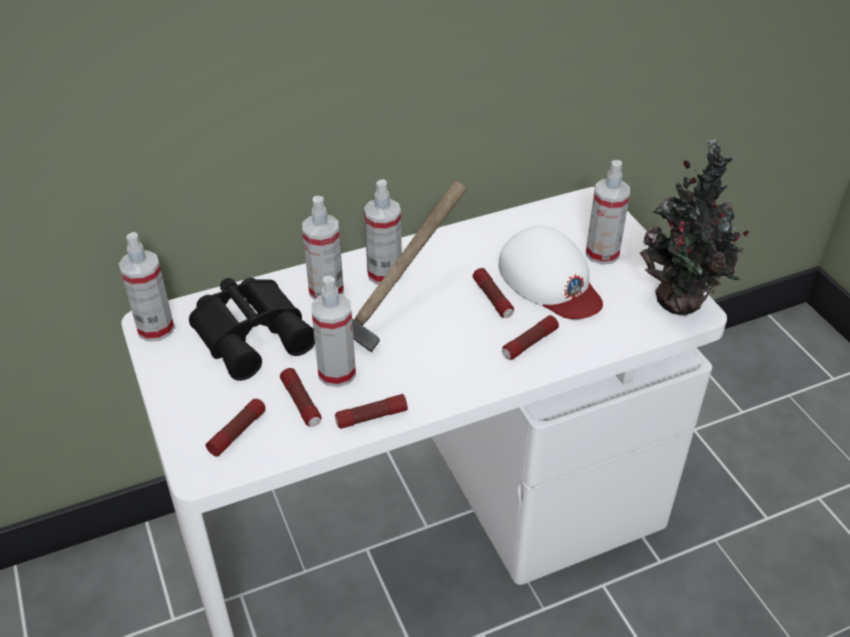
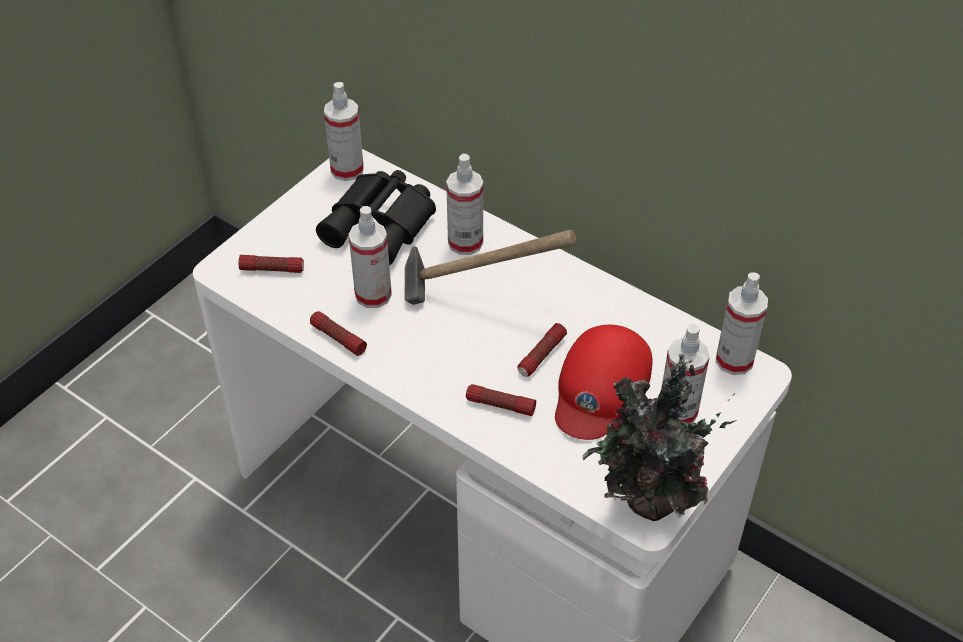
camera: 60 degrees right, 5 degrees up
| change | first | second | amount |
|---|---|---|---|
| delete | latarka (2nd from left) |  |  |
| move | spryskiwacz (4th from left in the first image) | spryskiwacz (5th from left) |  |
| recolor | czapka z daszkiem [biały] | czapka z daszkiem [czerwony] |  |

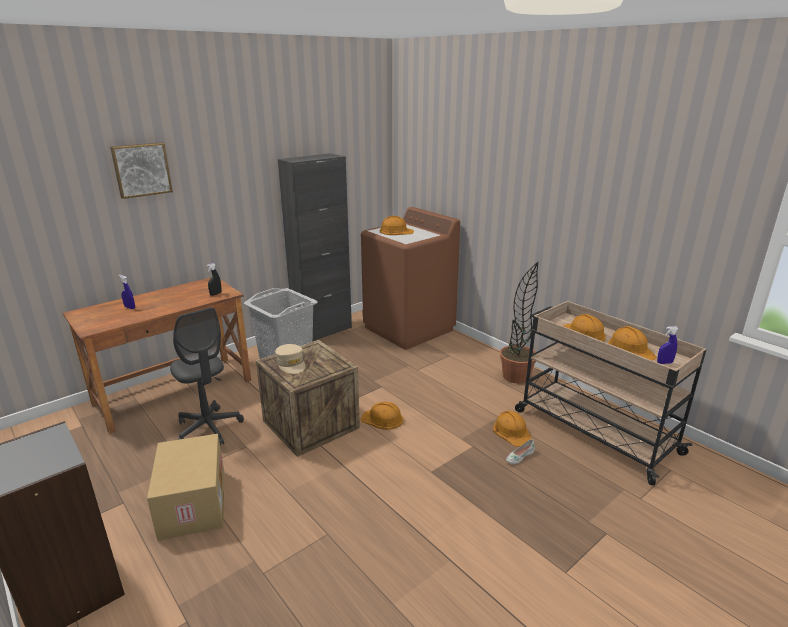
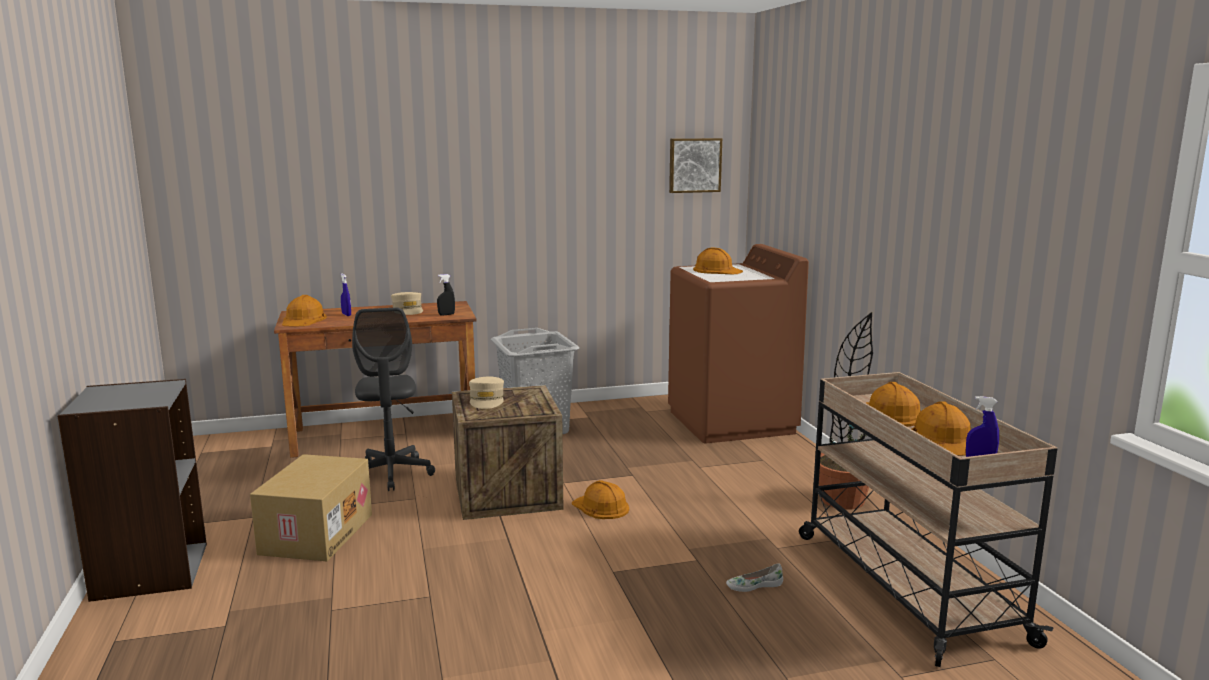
camera: 25 degrees right, 10 degrees down
| change | first | second | amount |
|---|---|---|---|
| delete | szafka [czarny] |  |  |
| insert |  | czapka z daszkiem [beżowy] (1st from left) |  |
| move | obraz |  |  |
| move | kask [pomarańczowy] (3rd from left in the first image) | kask [pomarańczowy] (1st from left) |  |

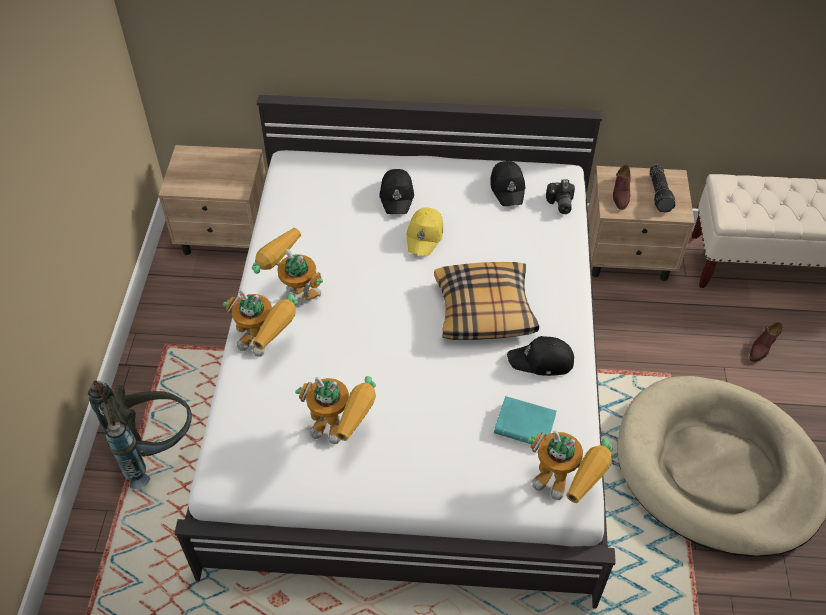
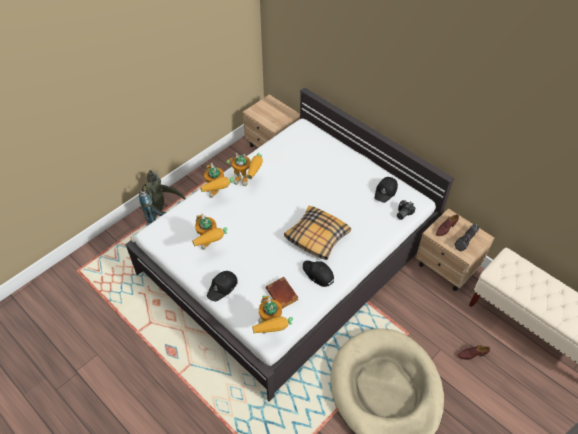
camera: 40 degrees right, 0 degrees up
| change | first | second | amount |
|---|---|---|---|
| delete | czapka z daszkiem [żółty] |  |  |
| move | czapka z daszkiem [czarny] (1st from left) |  |  |
| recolor | książka [turkusowy] | książka [brązowy] |  |
| rotate | robot zabawkowy (2nd from left in the first image) | robot zabawkowy (3rd from left) | 120 degrees clockwise |

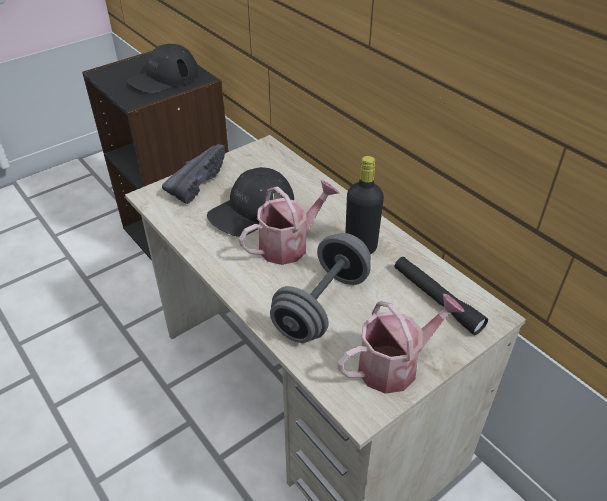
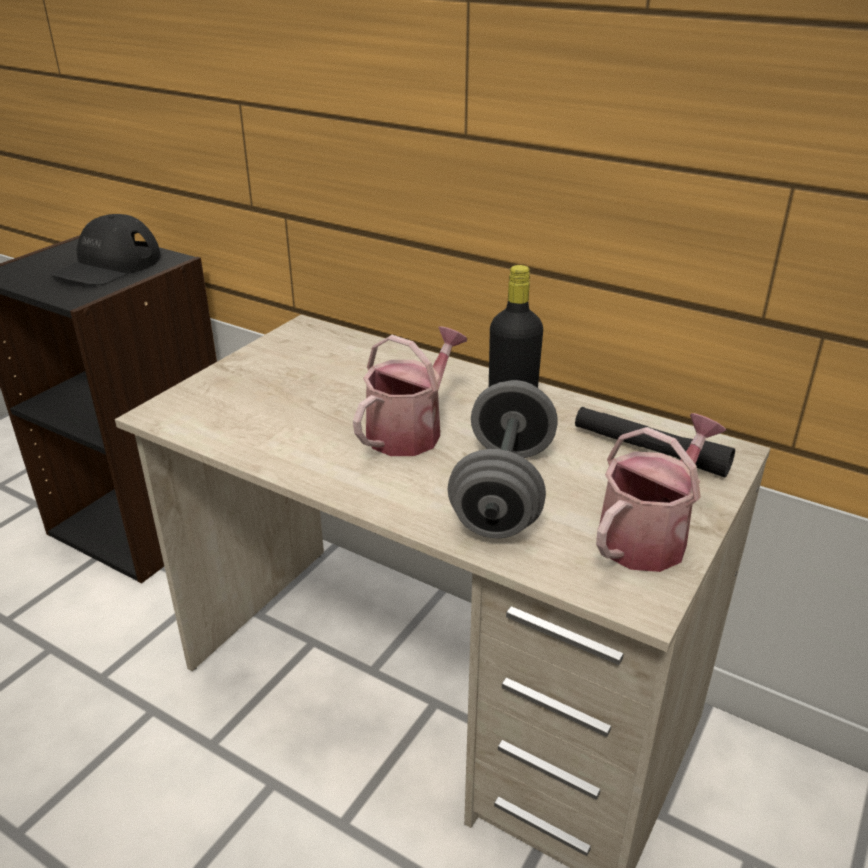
camera: 20 degrees left, 10 degrees down
| change | first | second | amount |
|---|---|---|---|
| delete | but [czarny] |  |  |
| delete | czapka z daszkiem [czarny] (2nd from left) |  |  |

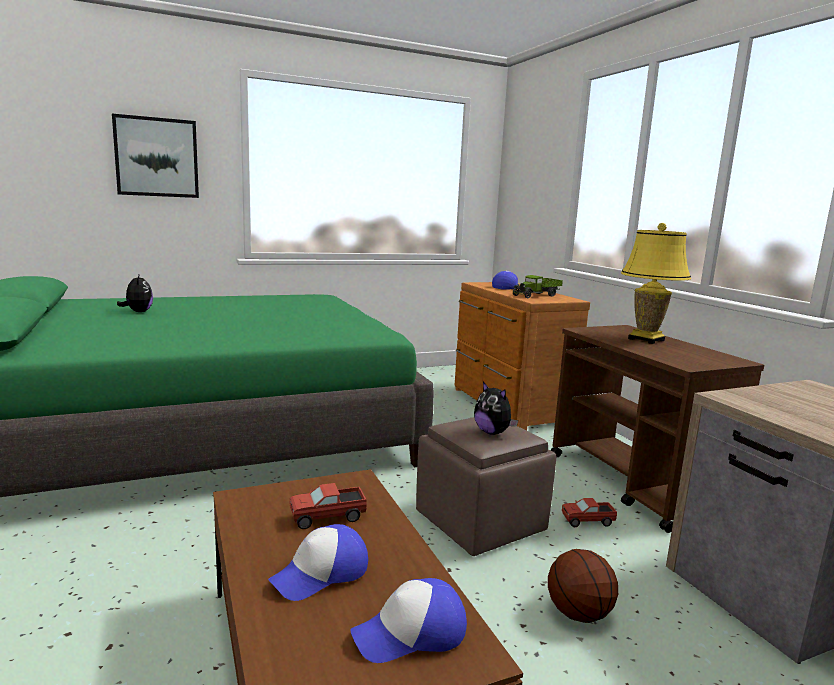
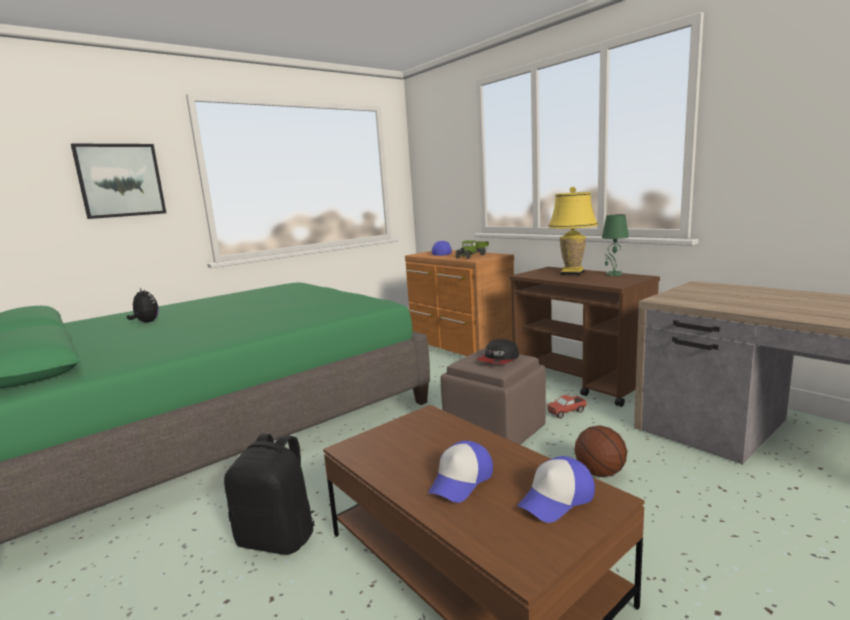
camera: 15 degrees left, 0 degrees up
| change | first | second | amount |
|---|---|---|---|
| delete | ciężarówka zabawkowa (1st from left) |  |  |
| insert |  | plecak [czarny] |  |
| insert |  | lampa stołowa [zielony] |  |
| replace | pluszak (2nd from left) | czapka z daszkiem (3rd from left) |  |

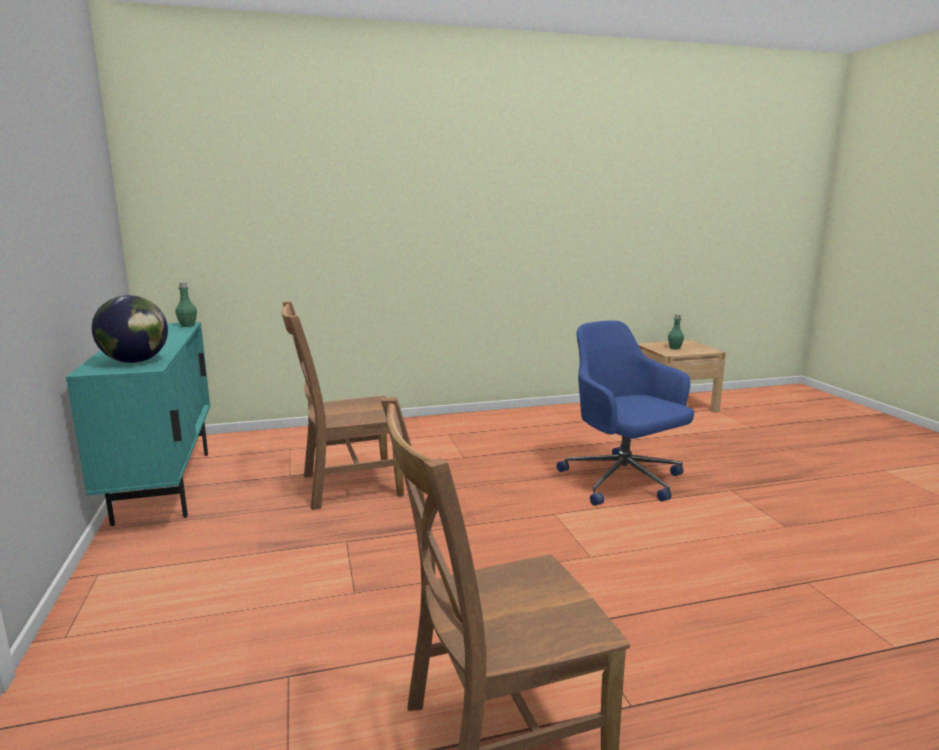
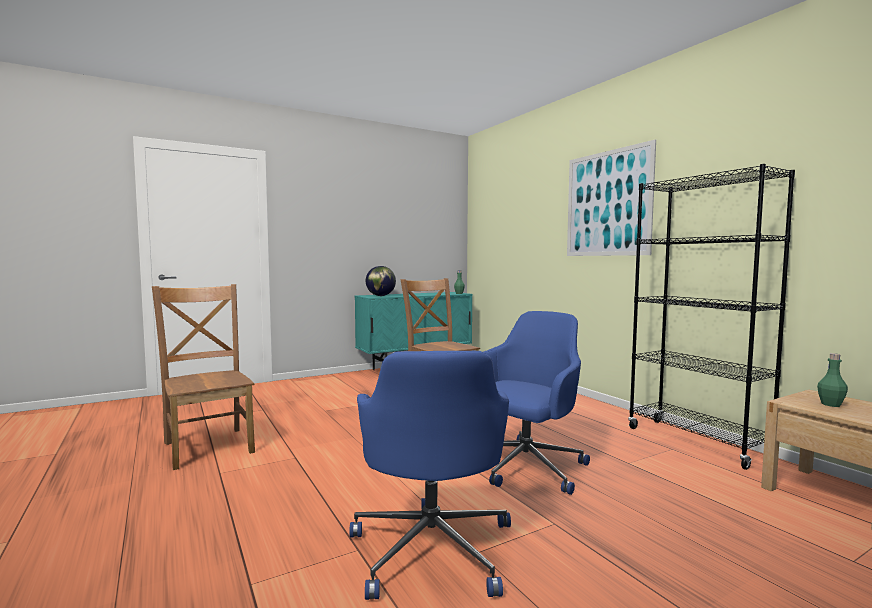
camera: 75 degrees right, 10 degrees down
| change | first | second | amount |
|---|---|---|---|
| insert |  | krzesło biurowe [niebieski] (1st from left) |  |
| insert |  | obraz |  |
| insert |  | regał [czarny] |  |

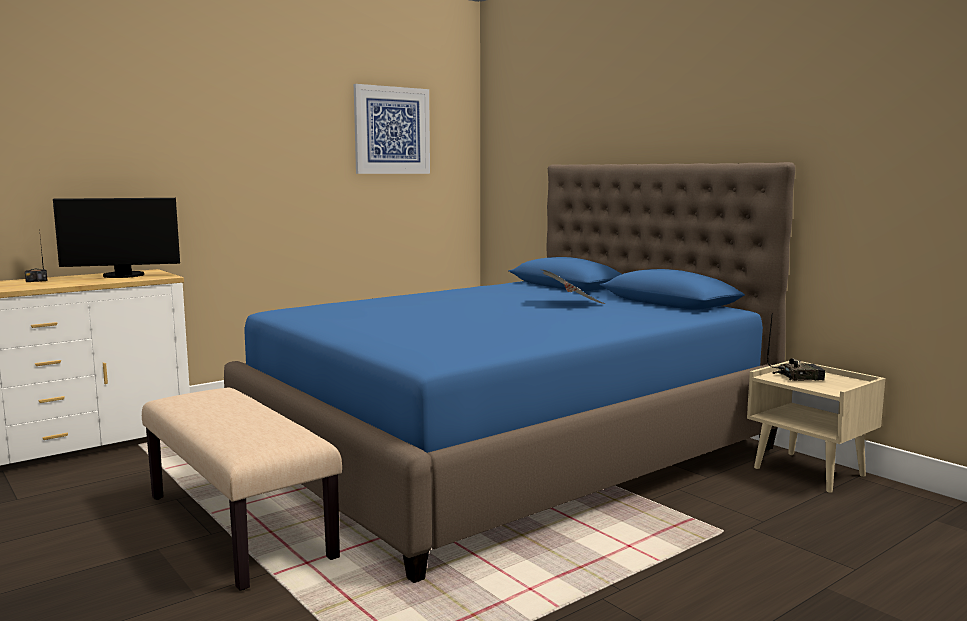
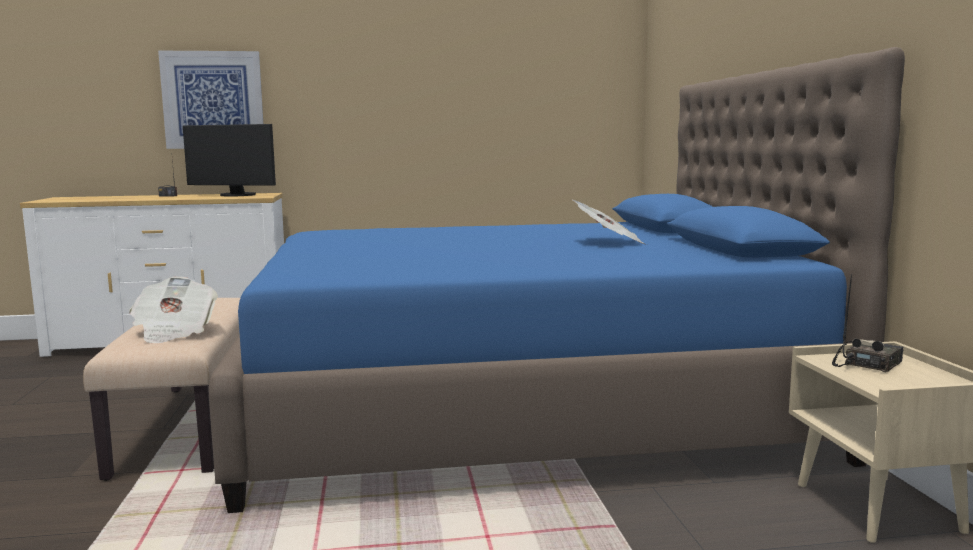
camera: 30 degrees right, 0 degrees up
| change | first | second | amount |
|---|---|---|---|
| insert |  | gazeta (1st from left) |  |
| move | obraz |  |  |
| rotate | radio (2nd from left) |  | 75 degrees counterclockwise |

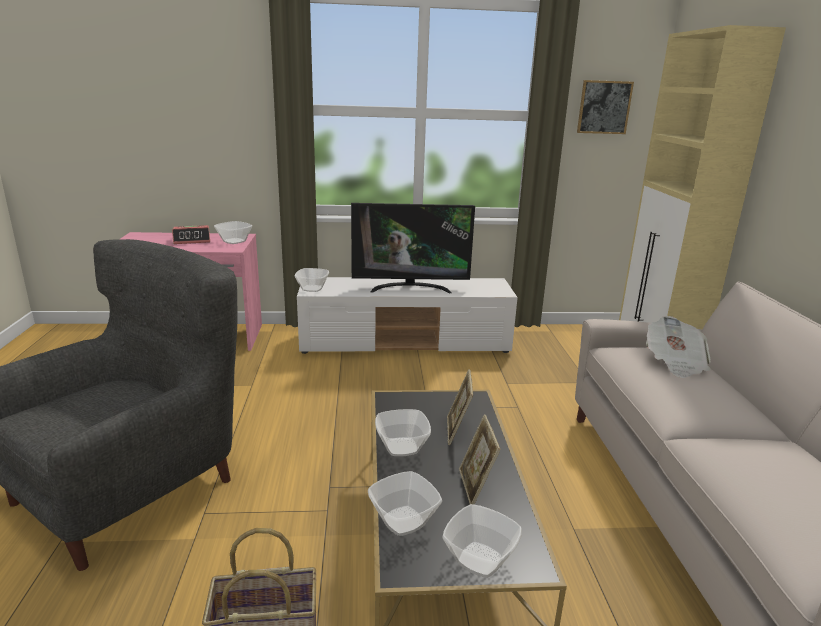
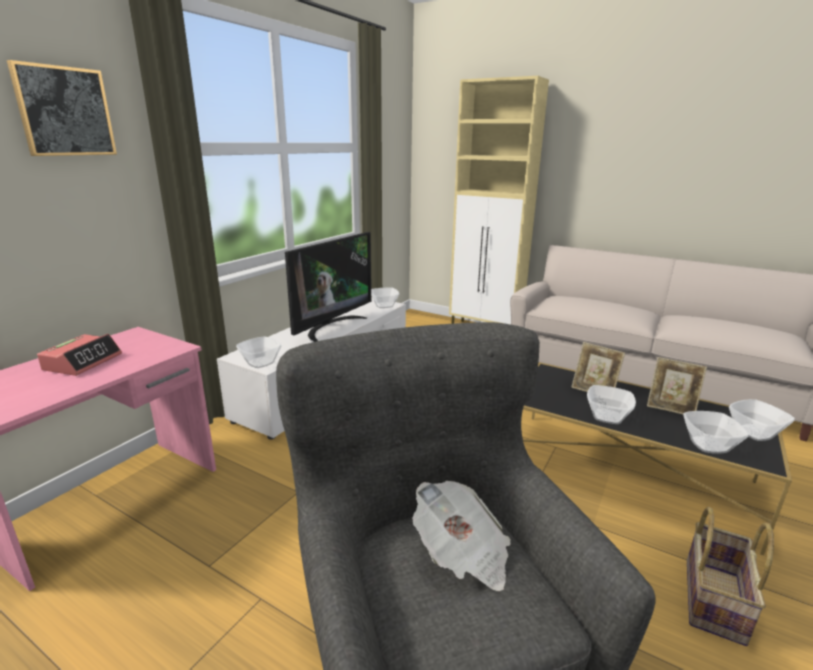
camera: 55 degrees left, 0 degrees up
| change | first | second | amount |
|---|---|---|---|
| move | miska (1st from left in the first image) | miska (2nd from left) |  |
| move | obraz |  |  |
| move | gazeta |  |  |

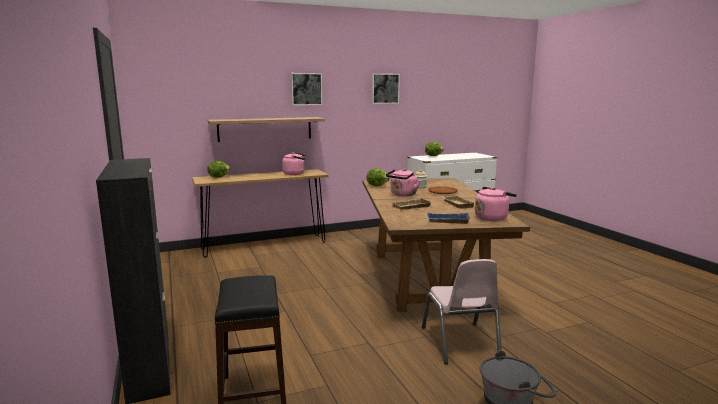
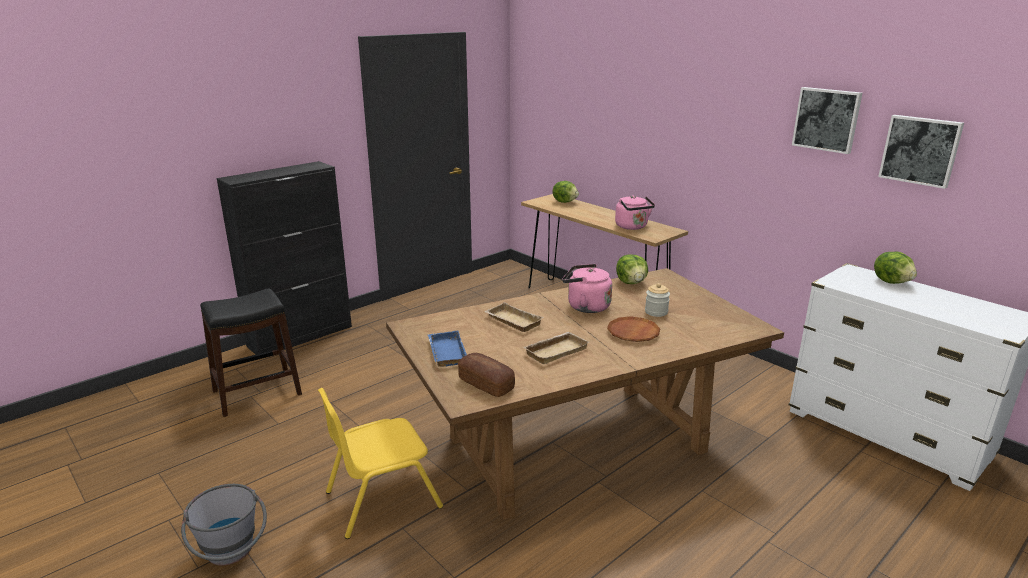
camera: 70 degrees right, 10 degrees up
| change | first | second | amount |
|---|---|---|---|
| delete | półka |  |  |
| move | obraz (1st from left in the first image) | obraz (2nd from left) |  |
| replace | czajnik [różowy] (3rd from left) | chleb |  |
| recolor | krzesło [różowy] | krzesło [żółty] |  |

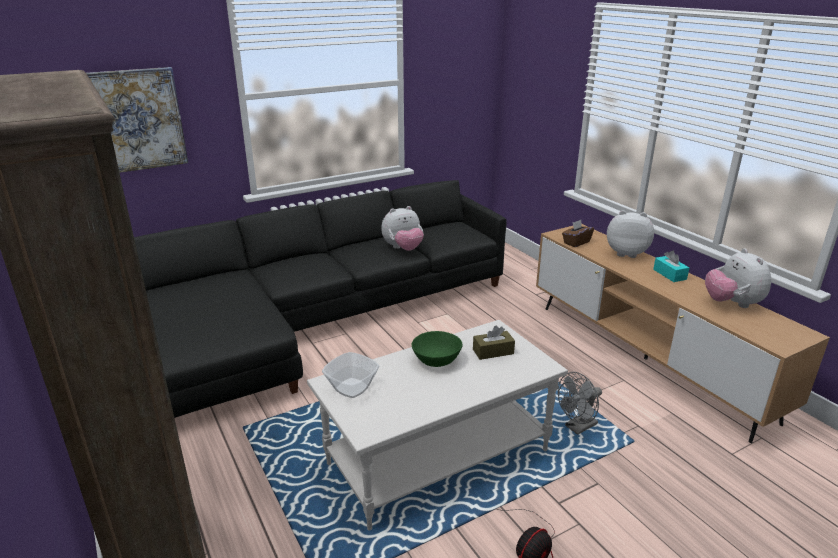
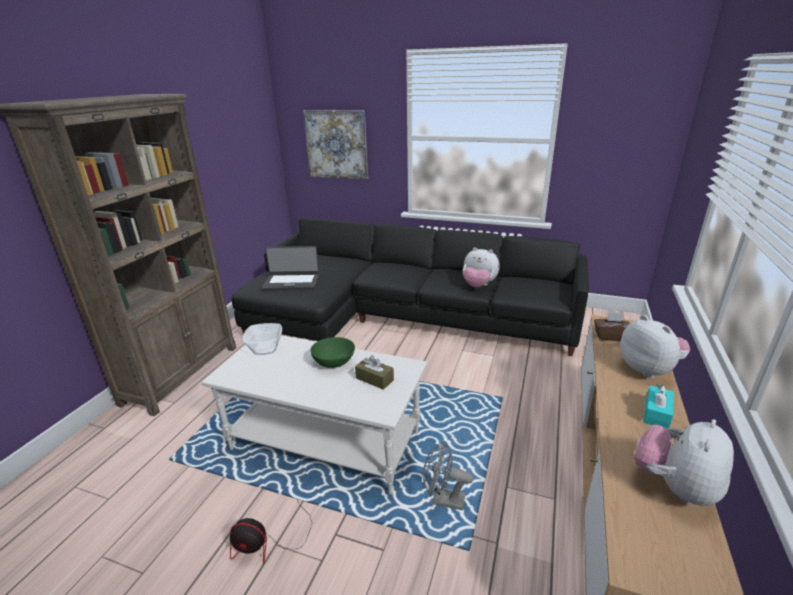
camera: 50 degrees right, 0 degrees up
| change | first | second | amount |
|---|---|---|---|
| insert |  | laptop |  |

